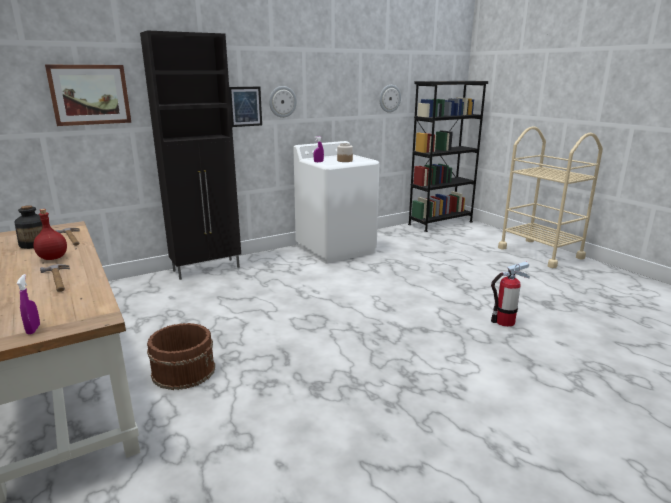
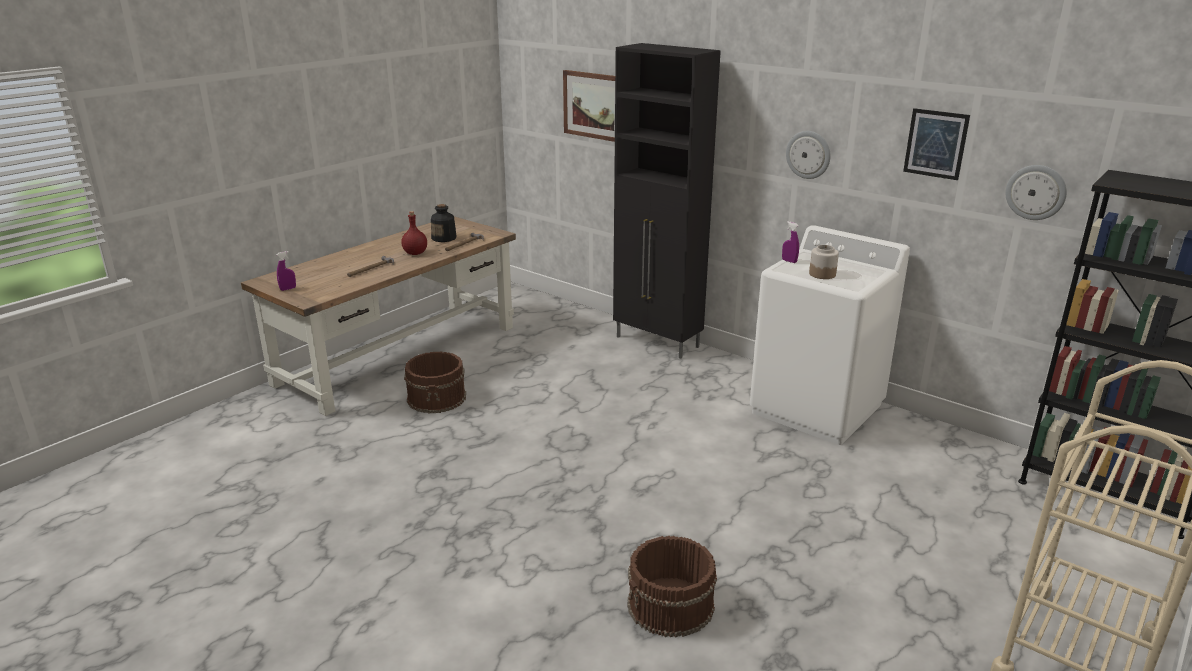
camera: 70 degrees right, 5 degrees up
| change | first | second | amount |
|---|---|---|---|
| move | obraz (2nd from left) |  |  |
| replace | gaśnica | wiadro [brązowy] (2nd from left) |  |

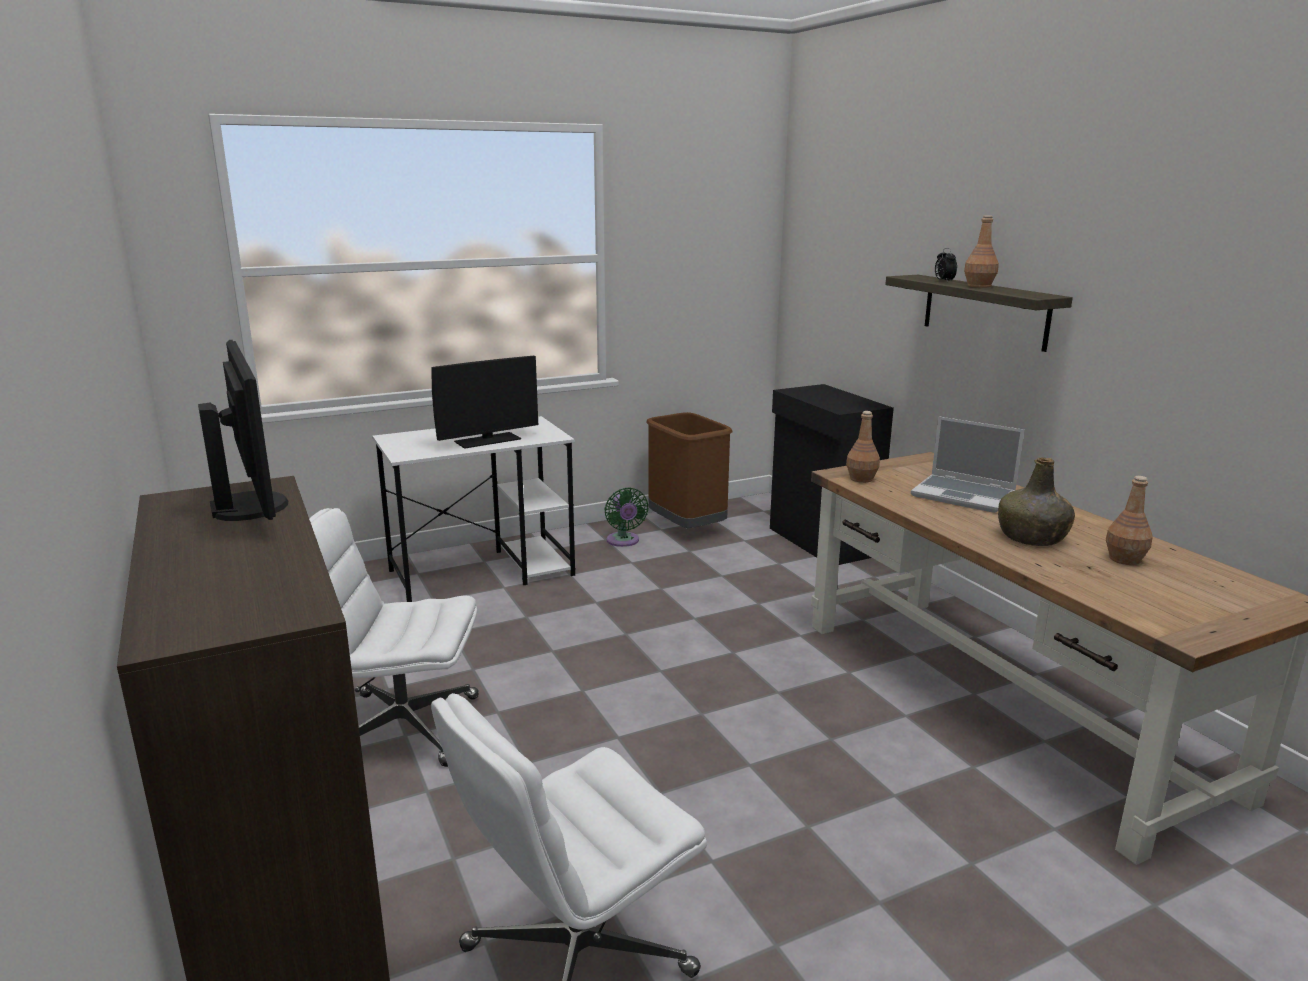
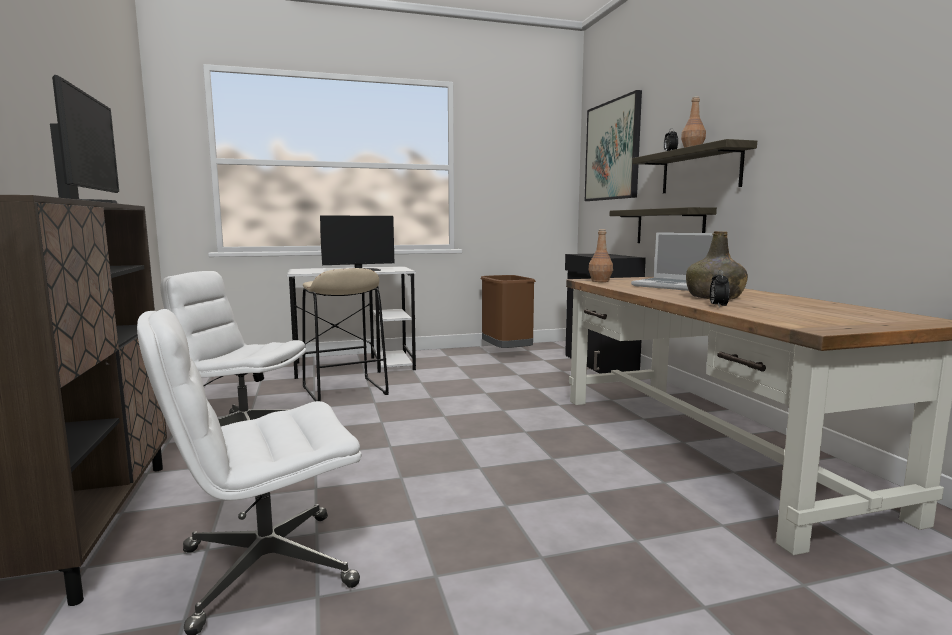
camera: 10 degrees right, 10 degrees down
| change | first | second | amount |
|---|---|---|---|
| delete | wentylator [zielony] |  |  |
| delete | butelka [brązowy] (3rd from left) |  |  |
| insert |  | stołek [beżowy] |  |
| insert |  | obraz |  |
| insert |  | półka (1st from left) |  |
| insert |  | budzik (2nd from left) |  |

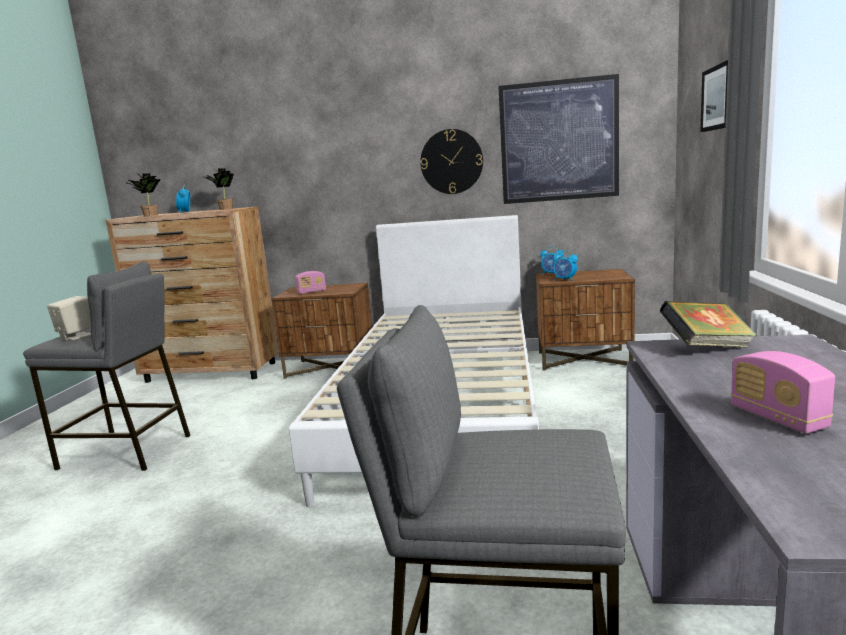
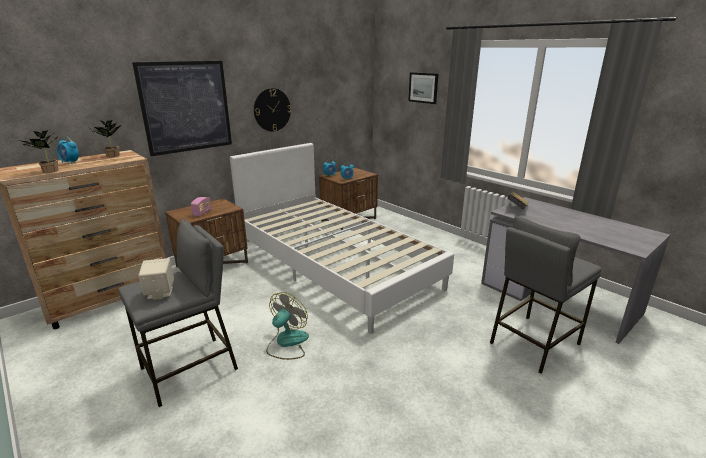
camera: 50 degrees left, 10 degrees up
| change | first | second | amount |
|---|---|---|---|
| delete | radio (2nd from left) |  |  |
| insert |  | wentylator |  |
| move | obraz (1st from left) |  |  |

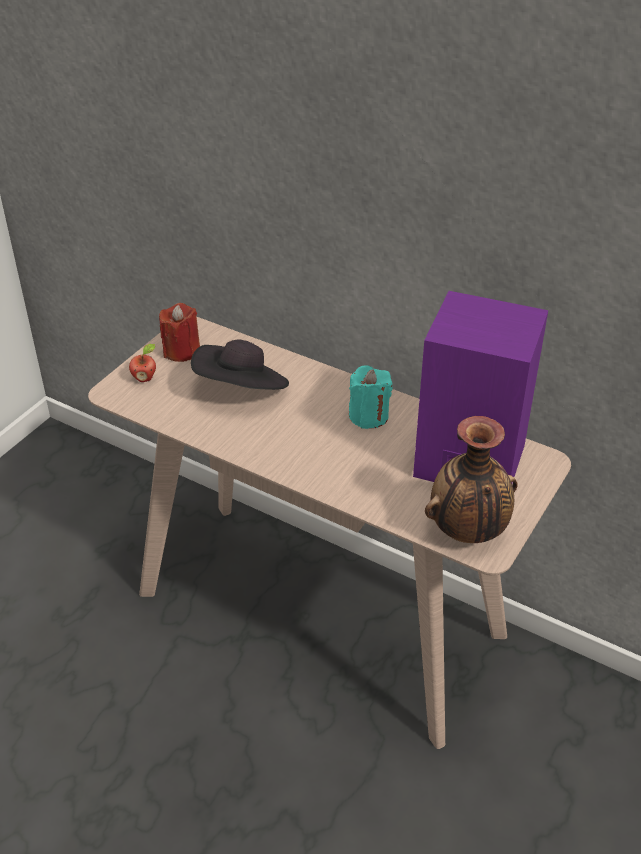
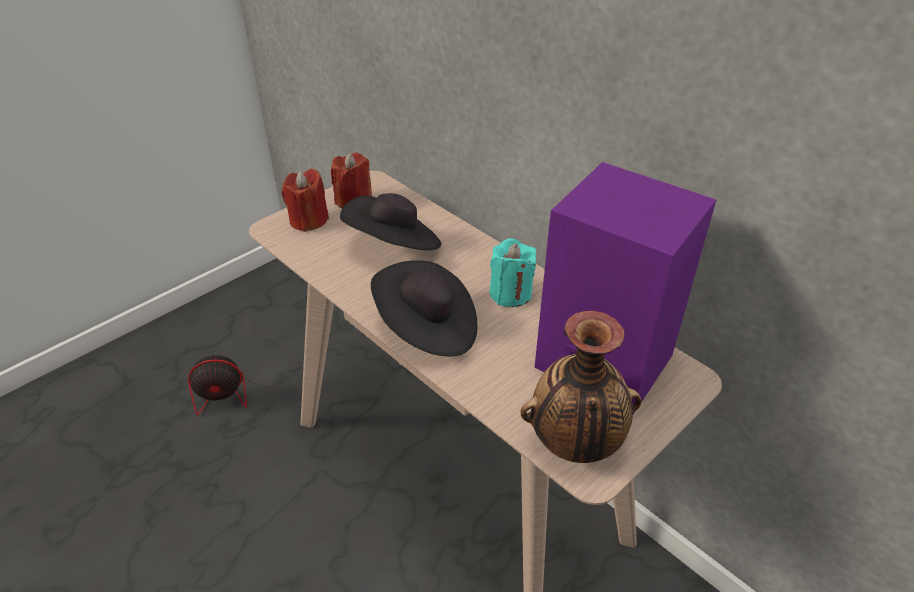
camera: 15 degrees right, 0 degrees up
| change | first | second | amount |
|---|---|---|---|
| insert |  | wentylator |  |
| insert |  | kapelusz [czarny] (2nd from left) |  |
| replace | jabłko | świeca [czerwony] (1st from left) |  |

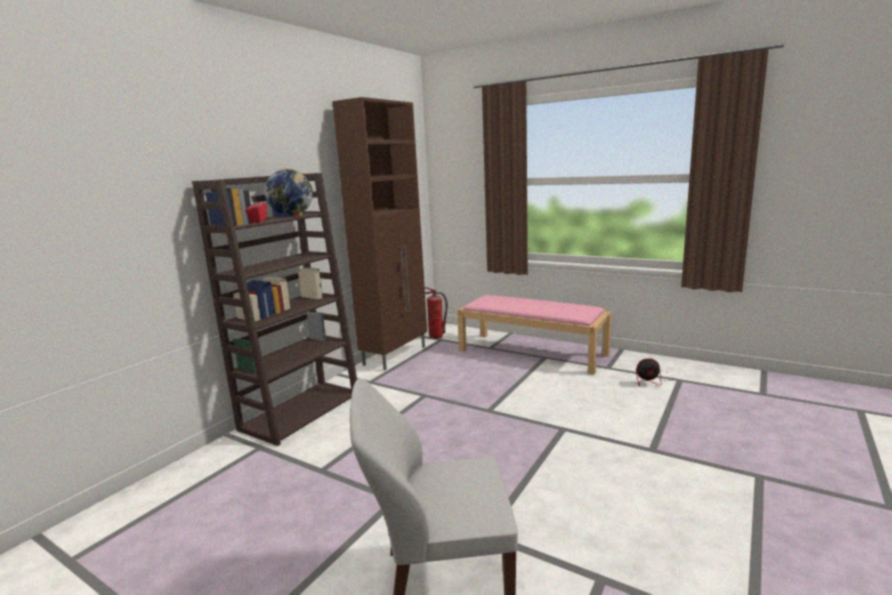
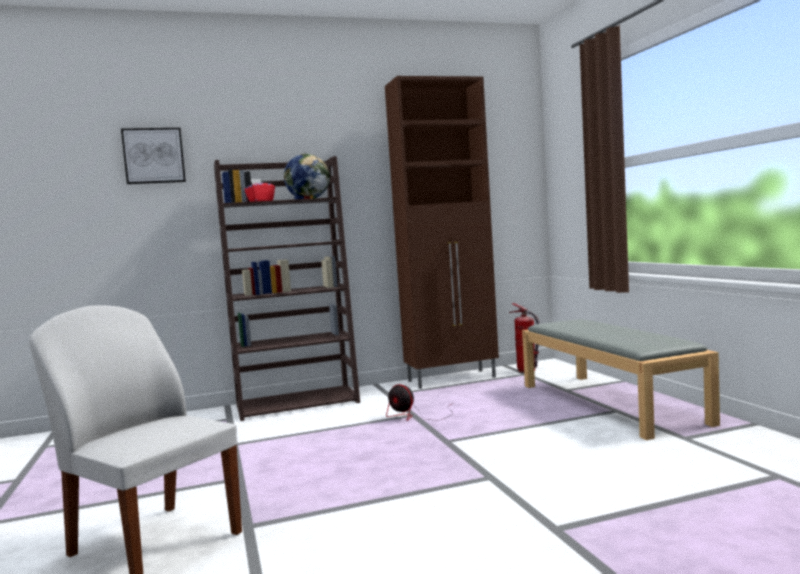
camera: 40 degrees right, 10 degrees down
| change | first | second | amount |
|---|---|---|---|
| insert |  | obraz |  |
| move | wentylator |  |  |
| recolor | ławka [różowy] | ławka [szary] |  |

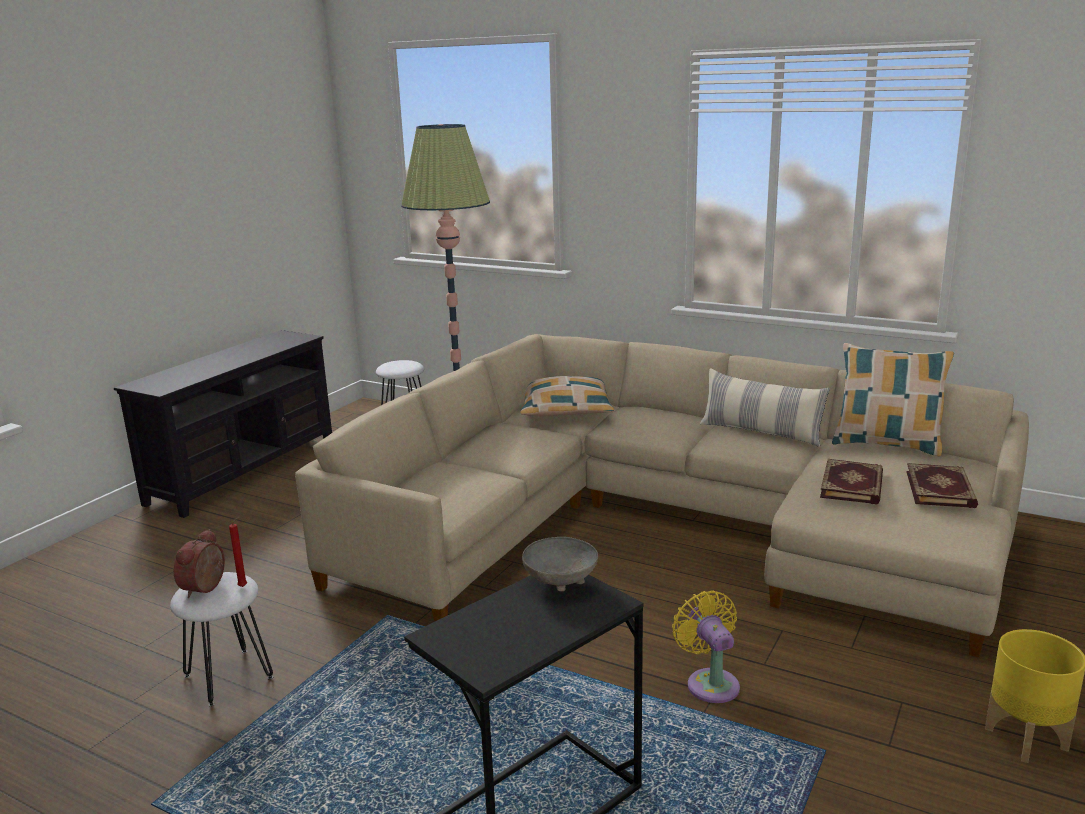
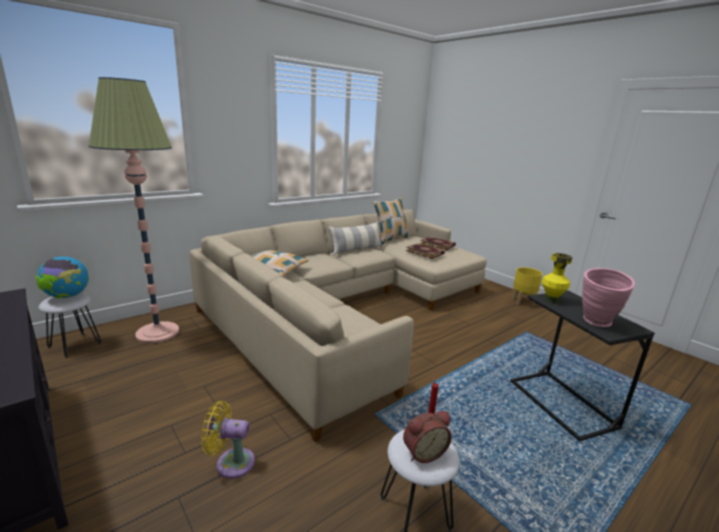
camera: 70 degrees left, 0 degrees up
| change | first | second | amount |
|---|---|---|---|
| insert |  | globus |  |
| insert |  | wazon [różowy] |  |
| move | wentylator [żółty] |  |  |
| replace | miska [szary] | wazon [żółty] |  |
| rotate | budzik |  | 60 degrees counterclockwise |

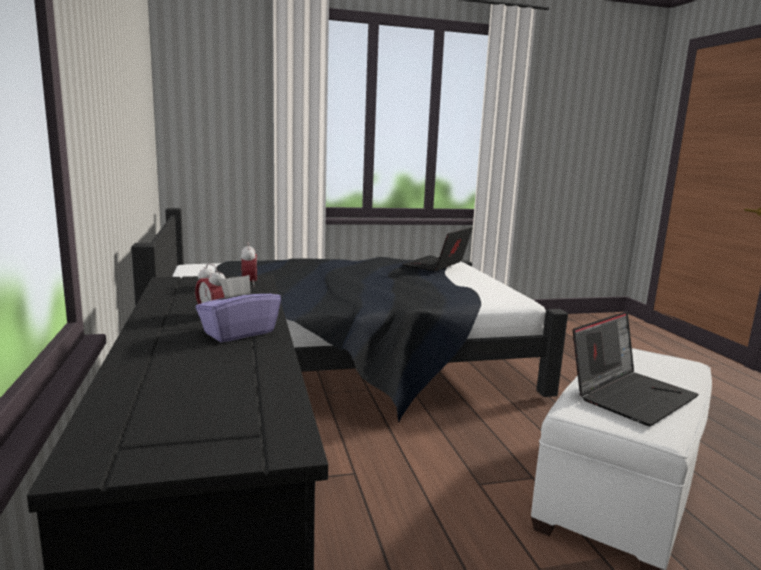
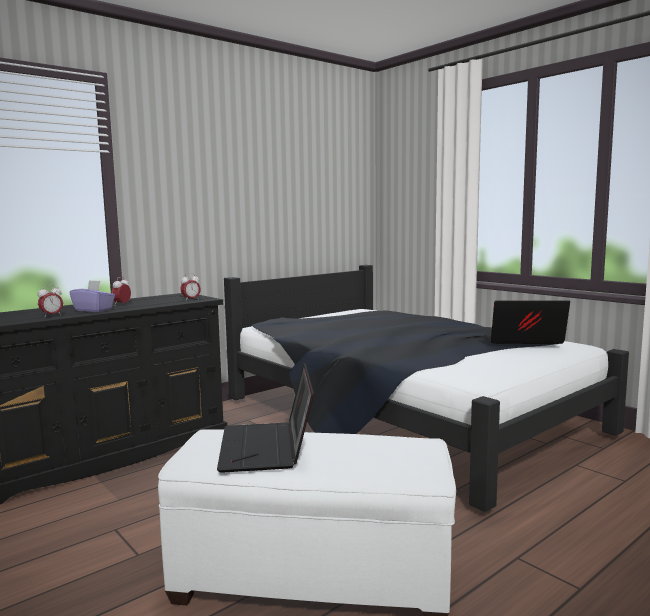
camera: 65 degrees right, 5 degrees down
| change | first | second | amount |
|---|---|---|---|
| insert |  | budzik (1st from left) |  |
| rotate | laptop (2nd from left in the first image) | laptop (1st from left) | 60 degrees clockwise |

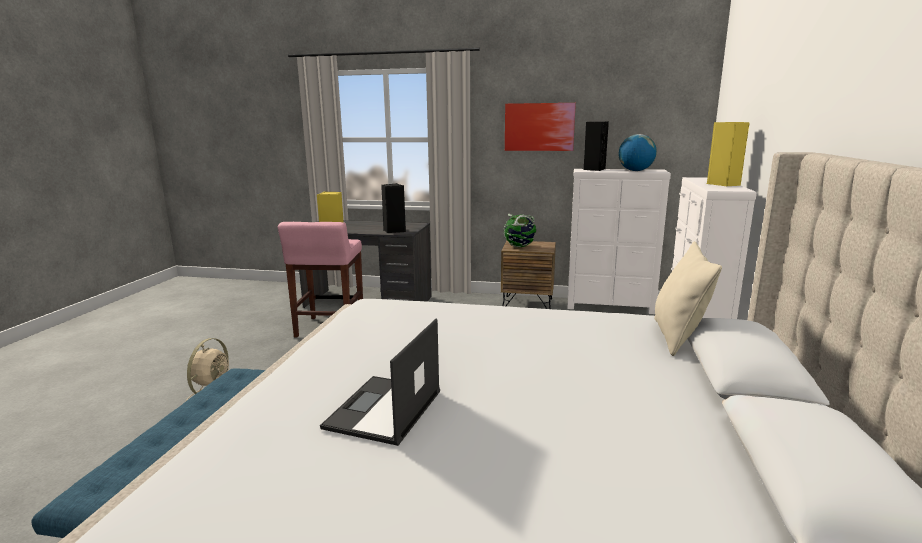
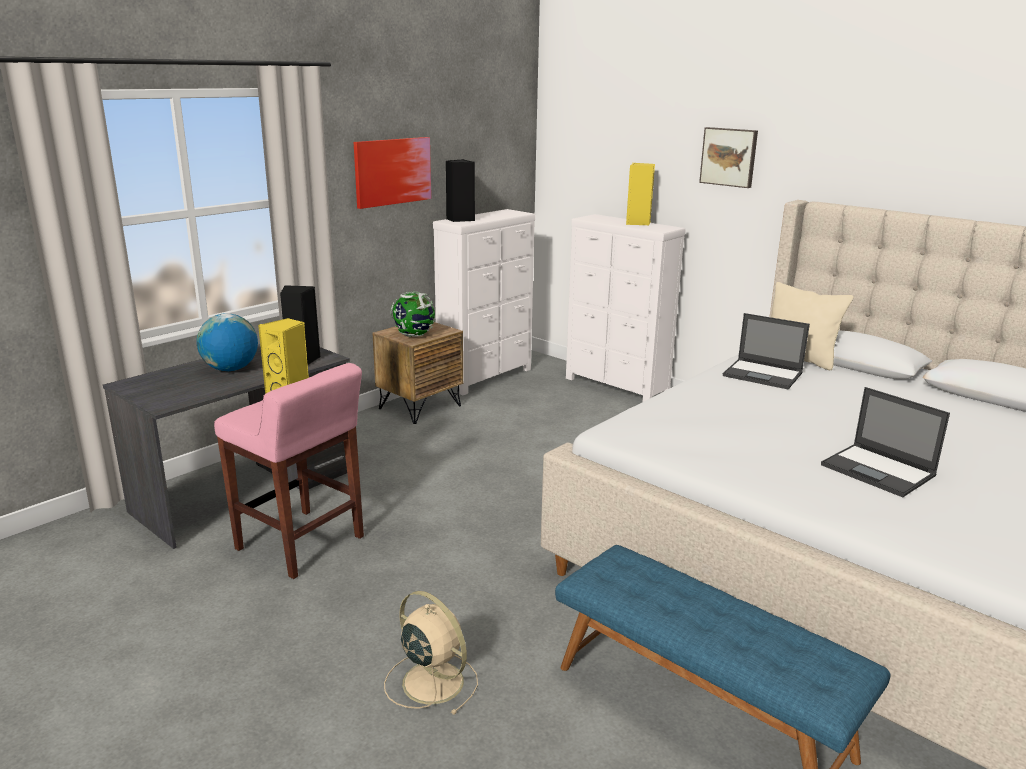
camera: 60 degrees left, 5 degrees up
| change | first | second | amount |
|---|---|---|---|
| insert |  | obraz (2nd from left) |  |
| insert |  | laptop (1st from left) |  |
| move | globus (2nd from left in the first image) | globus (1st from left) |  |

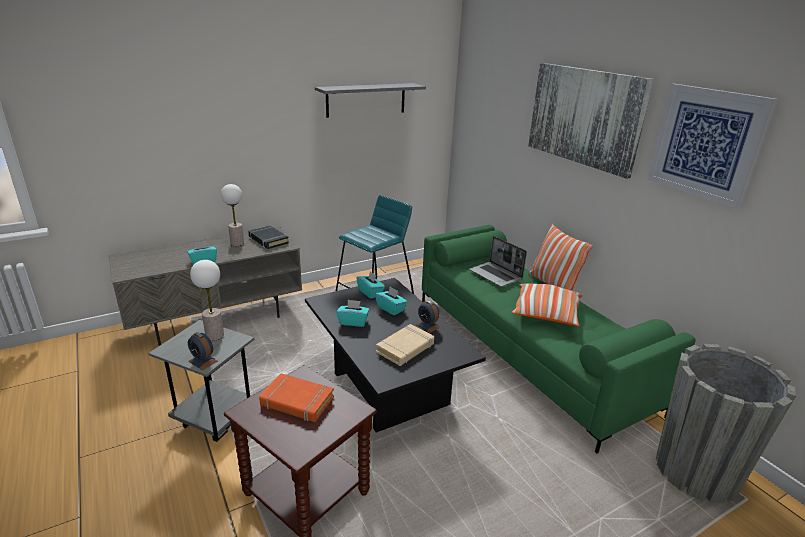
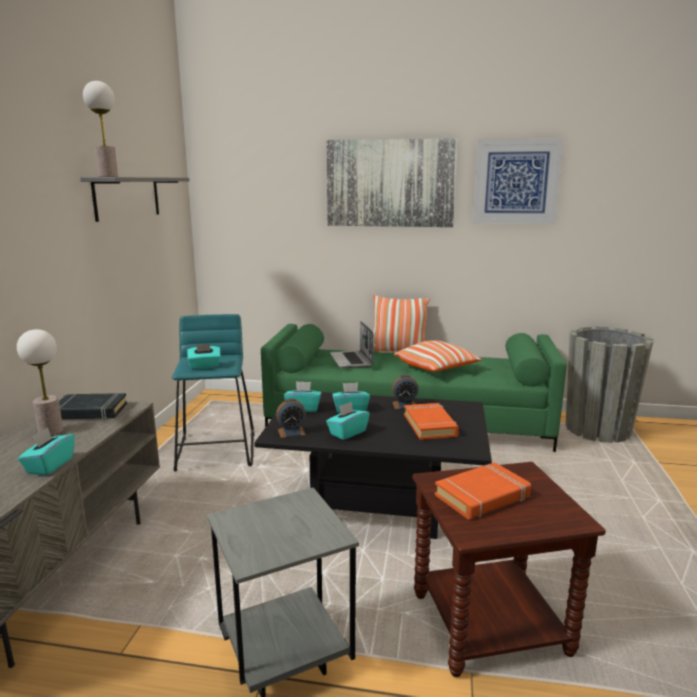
camera: 50 degrees left, 10 degrees down
| change | first | second | amount |
|---|---|---|---|
| insert |  | pudełko chusteczek [turkusowy] (2nd from left) |  |
| move | budzik (1st from left) |  |  |
| move | lampa stołowa (1st from left in the first image) | lampa stołowa (2nd from left) |  |
| recolor | książka [beżowy] | książka [pomarańczowy] (1st from left) |  |
| rotate | laptop |  | 75 degrees clockwise |

